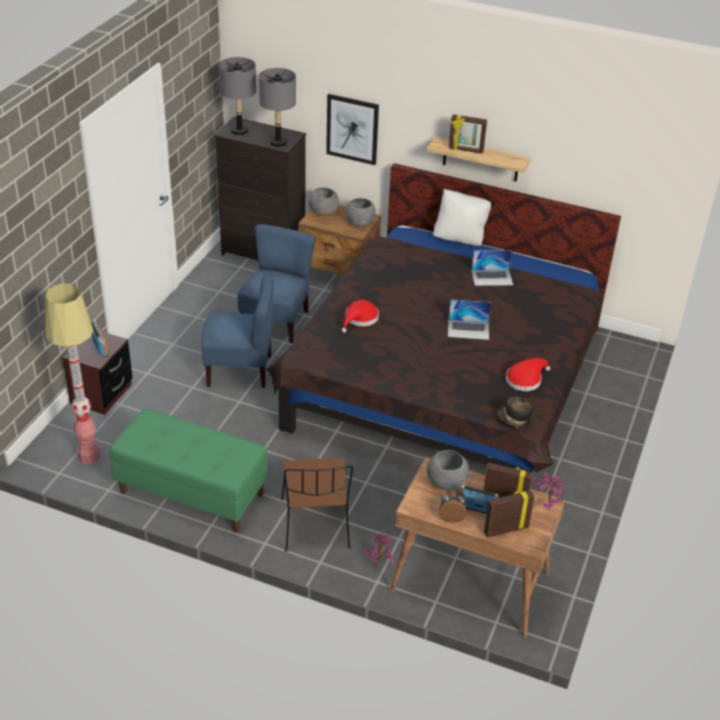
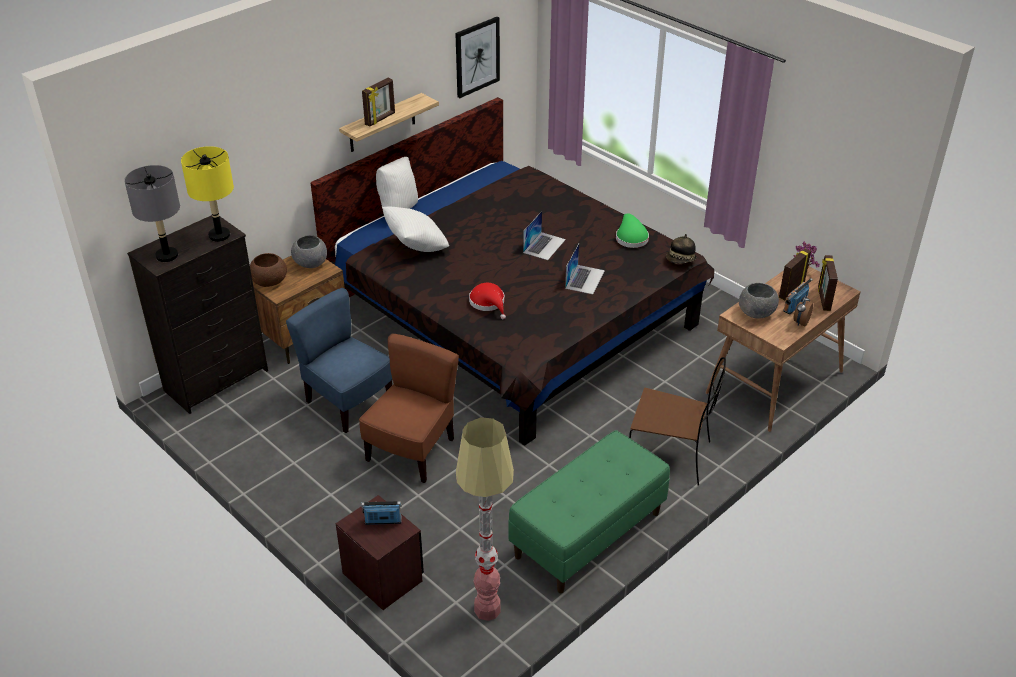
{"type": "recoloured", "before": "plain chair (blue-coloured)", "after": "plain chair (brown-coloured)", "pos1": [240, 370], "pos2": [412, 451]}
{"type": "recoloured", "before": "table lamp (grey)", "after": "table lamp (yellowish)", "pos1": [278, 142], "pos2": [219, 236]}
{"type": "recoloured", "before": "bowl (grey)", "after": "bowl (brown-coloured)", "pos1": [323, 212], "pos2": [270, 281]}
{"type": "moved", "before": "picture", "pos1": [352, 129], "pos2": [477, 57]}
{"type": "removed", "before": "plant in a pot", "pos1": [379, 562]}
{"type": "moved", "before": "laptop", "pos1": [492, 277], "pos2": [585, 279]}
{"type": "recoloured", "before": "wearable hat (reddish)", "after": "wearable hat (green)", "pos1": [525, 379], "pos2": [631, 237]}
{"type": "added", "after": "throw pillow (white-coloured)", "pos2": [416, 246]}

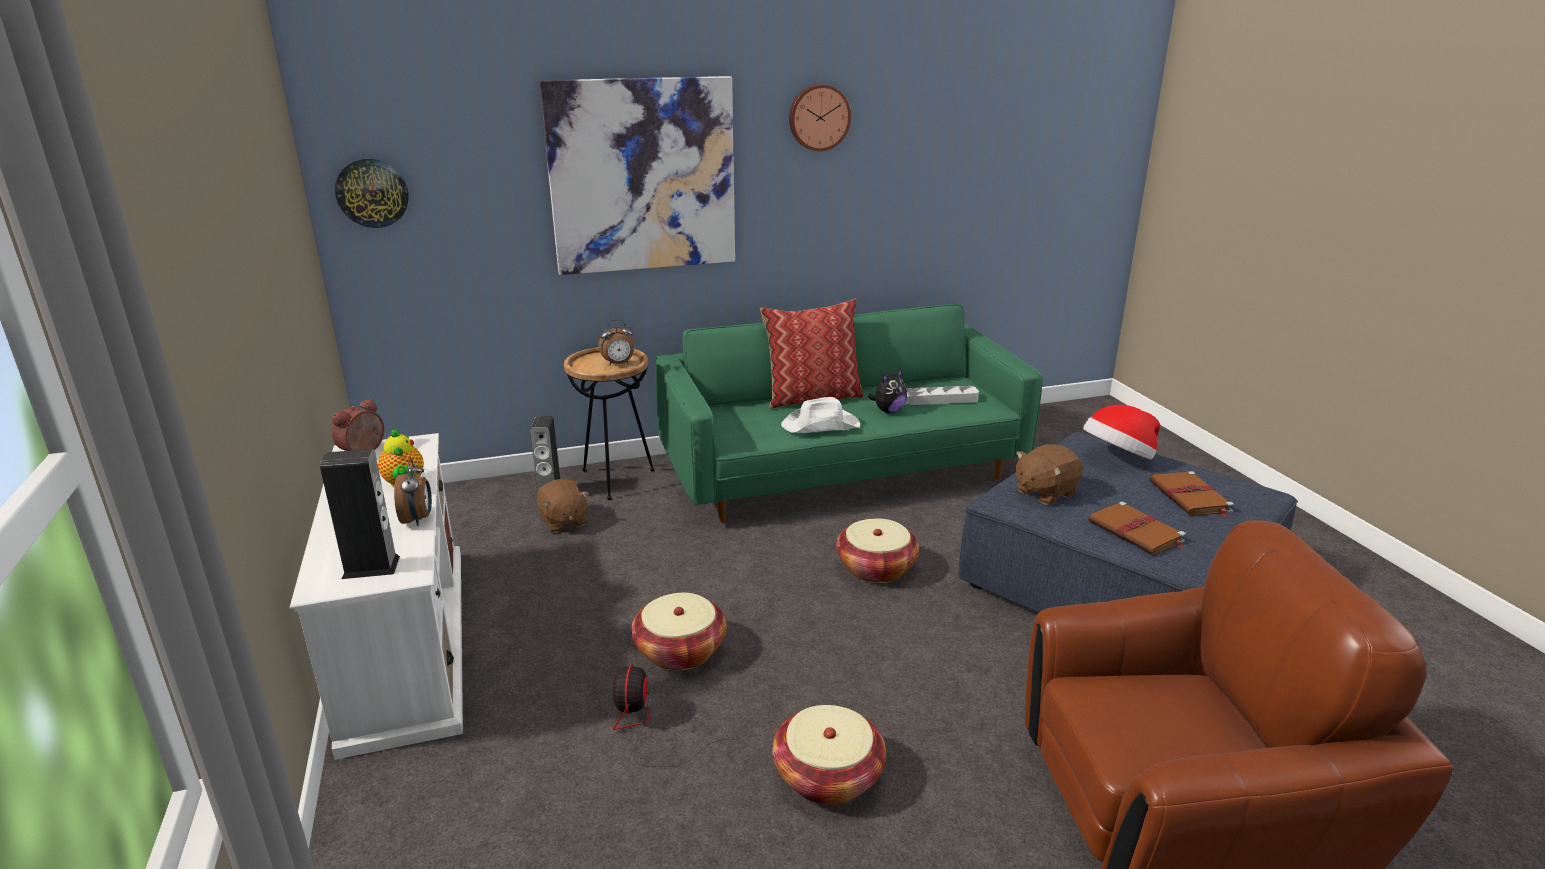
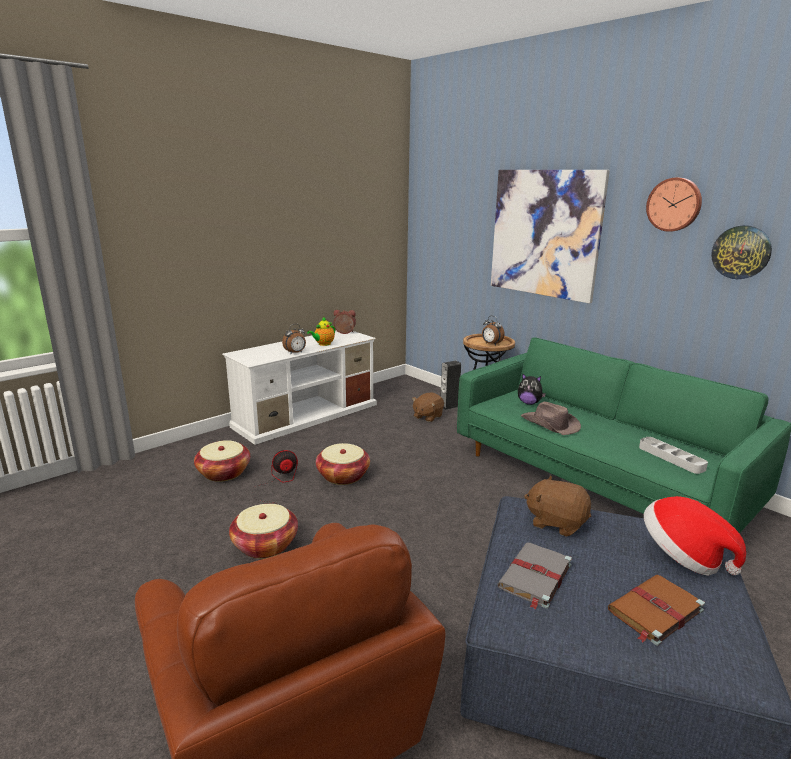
{"type": "removed", "before": "loudspeaker", "pos1": [371, 567]}
{"type": "moved", "before": "hanging clock", "pos1": [372, 193], "pos2": [741, 252]}
{"type": "removed", "before": "throw pillow", "pos1": [812, 397]}
{"type": "recoloured", "before": "wearable hat (white-coloured)", "after": "wearable hat (brown-coloured)", "pos1": [821, 426], "pos2": [550, 424]}
{"type": "moved", "before": "storage basket", "pos1": [876, 568], "pos2": [224, 473]}
{"type": "moved", "before": "plush toy", "pos1": [888, 411], "pos2": [529, 403]}
{"type": "recoloured", "before": "book (brown-coloured)", "after": "book (grey)", "pos1": [1136, 532], "pos2": [534, 577]}

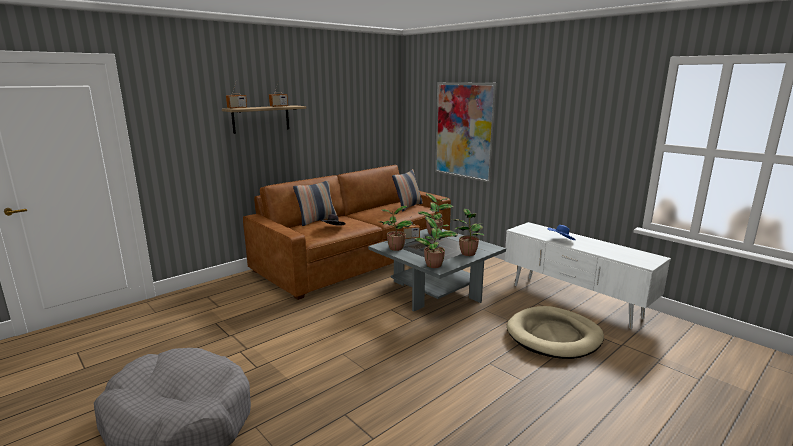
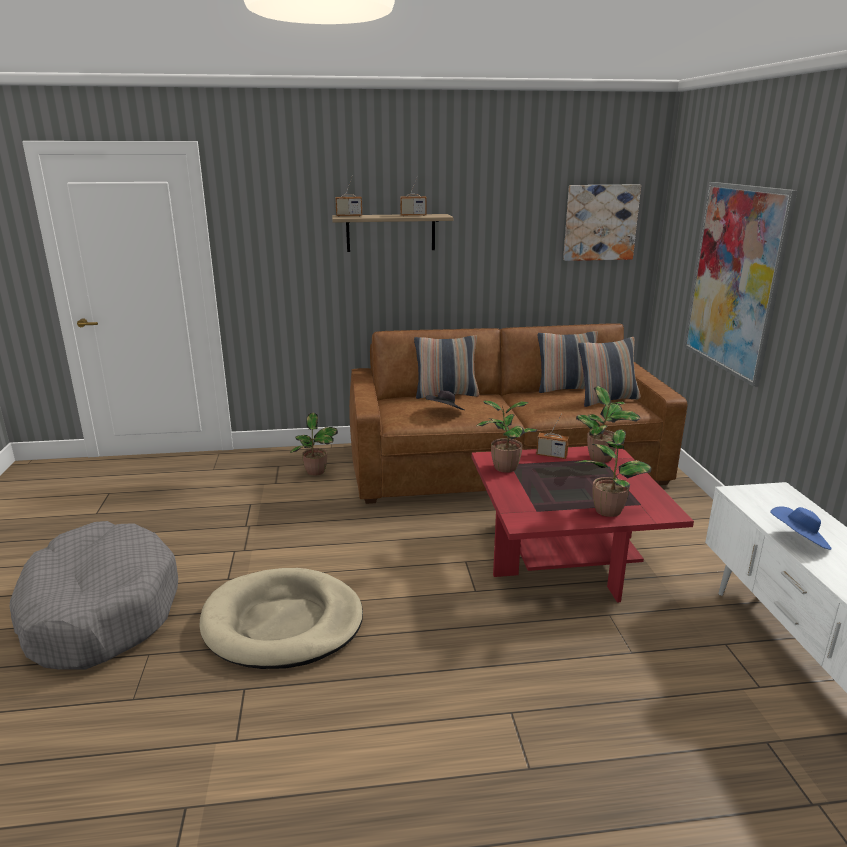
{"type": "recoloured", "before": "low table (grey)", "after": "low table (reddish)", "pos1": [435, 291], "pos2": [565, 555]}
{"type": "moved", "before": "plant in a pot", "pos1": [435, 265], "pos2": [316, 472]}
{"type": "moved", "before": "dog cushion (sand-coloured)", "pos1": [554, 336], "pos2": [283, 623]}
{"type": "added", "after": "throw pillow", "pos2": [566, 389]}
{"type": "added", "after": "picture", "pos2": [600, 222]}

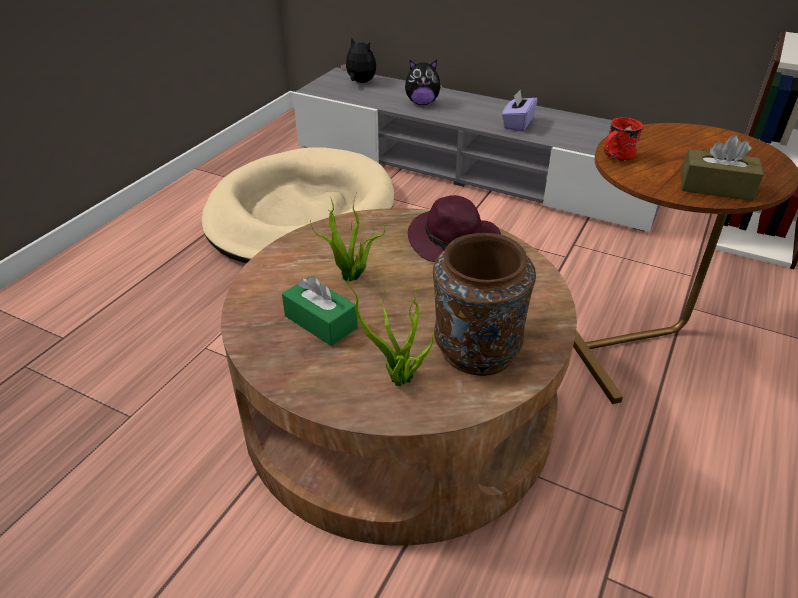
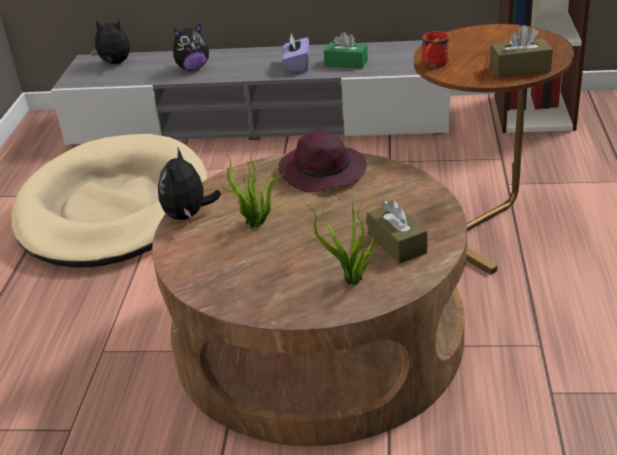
{"type": "moved", "before": "tissue holder (green)", "pos1": [321, 322], "pos2": [346, 63]}
{"type": "replaced", "before": "decorative vase (brown-coloured)", "after": "tissue holder (brown-coloured)", "pos1": [476, 351], "pos2": [397, 243]}
{"type": "added", "after": "plush toy", "pos2": [188, 215]}

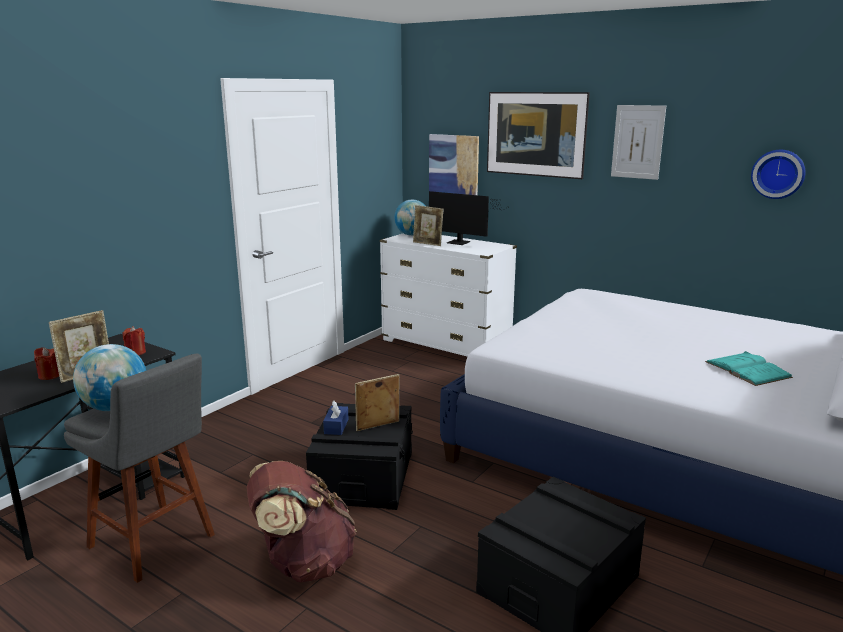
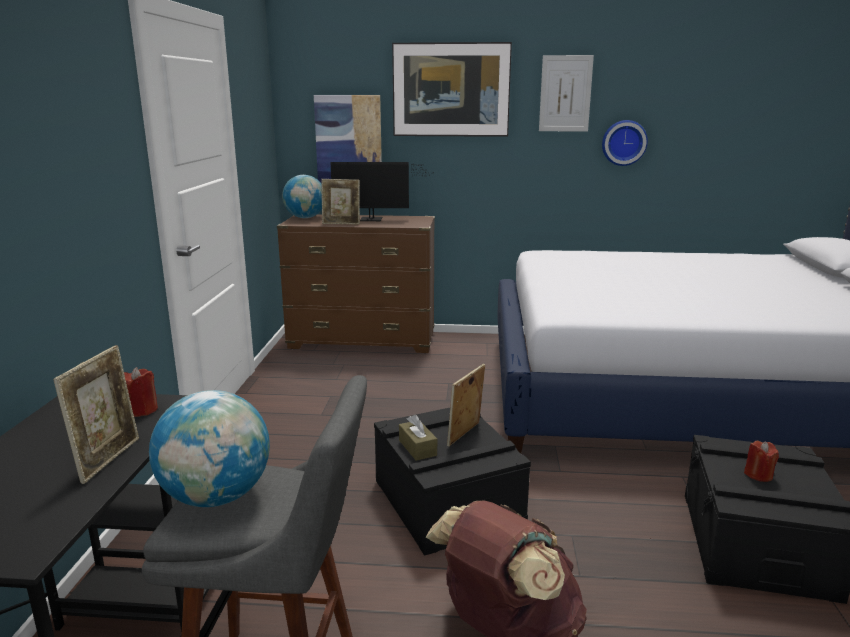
{"type": "moved", "before": "wax candle (reddish)", "pos1": [50, 375], "pos2": [758, 474]}
{"type": "recoloured", "before": "tissue holder (blue-coloured)", "after": "tissue holder (brown-coloured)", "pos1": [336, 426], "pos2": [417, 448]}
{"type": "recoloured", "before": "chest of drawers (white-coloured)", "after": "chest of drawers (brown-coloured)", "pos1": [446, 345], "pos2": [363, 341]}
{"type": "removed", "before": "book (turquoise)", "pos1": [747, 369]}
{"type": "moved", "before": "hanging clock", "pos1": [778, 174], "pos2": [623, 142]}

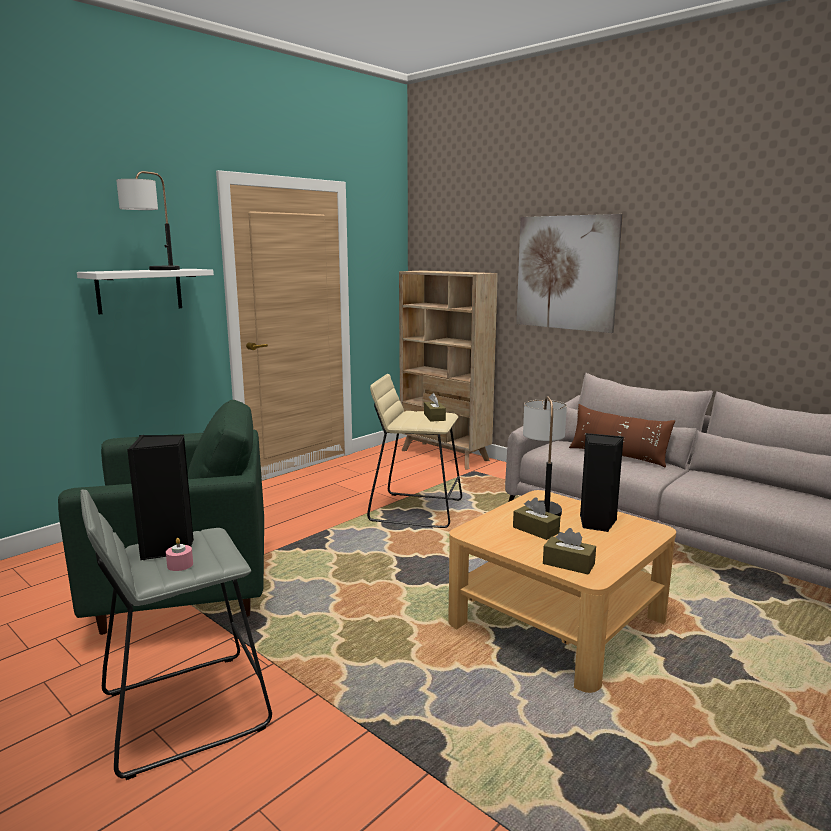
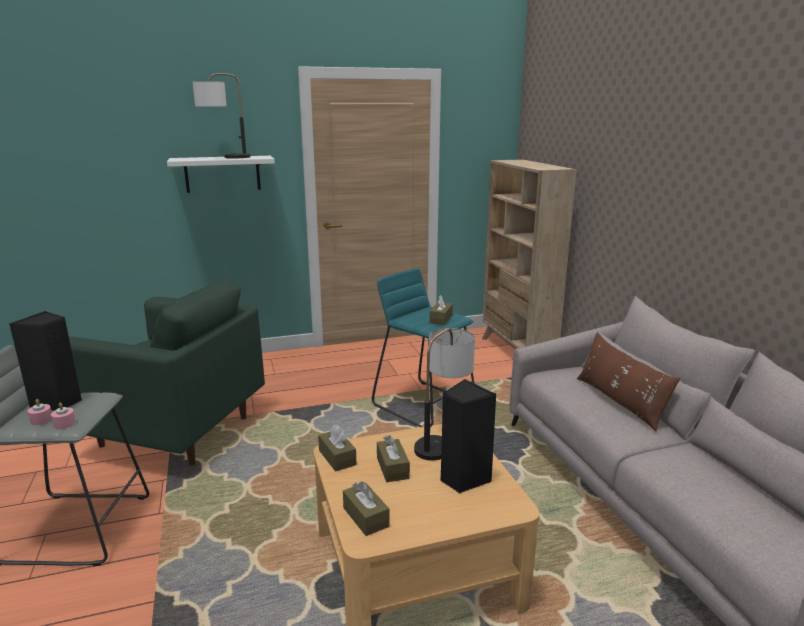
{"type": "recoloured", "before": "stool seat (sand-coloured)", "after": "stool seat (turquoise)", "pos1": [416, 510], "pos2": [424, 404]}
{"type": "removed", "before": "picture", "pos1": [566, 273]}
{"type": "added", "after": "wax candle (pink-coloured)", "pos2": [64, 423]}
{"type": "added", "after": "tissue holder (brown-coloured)", "pos2": [337, 457]}

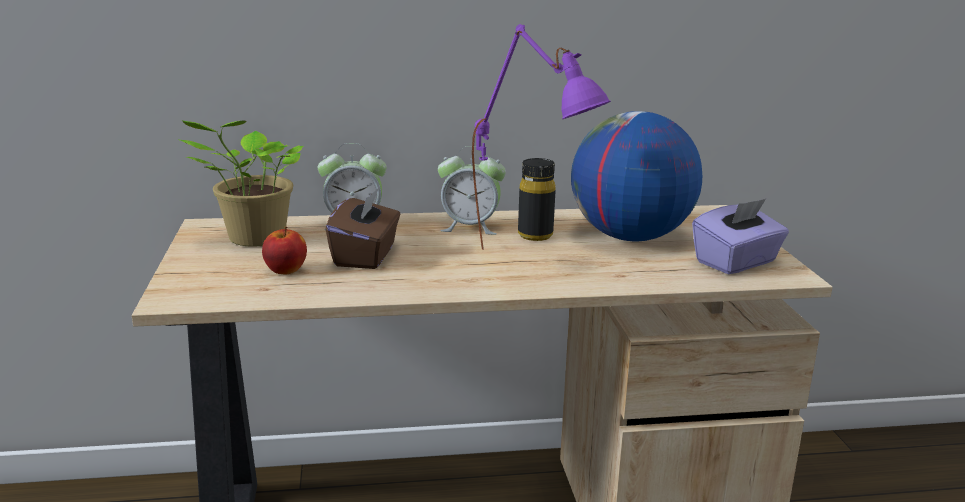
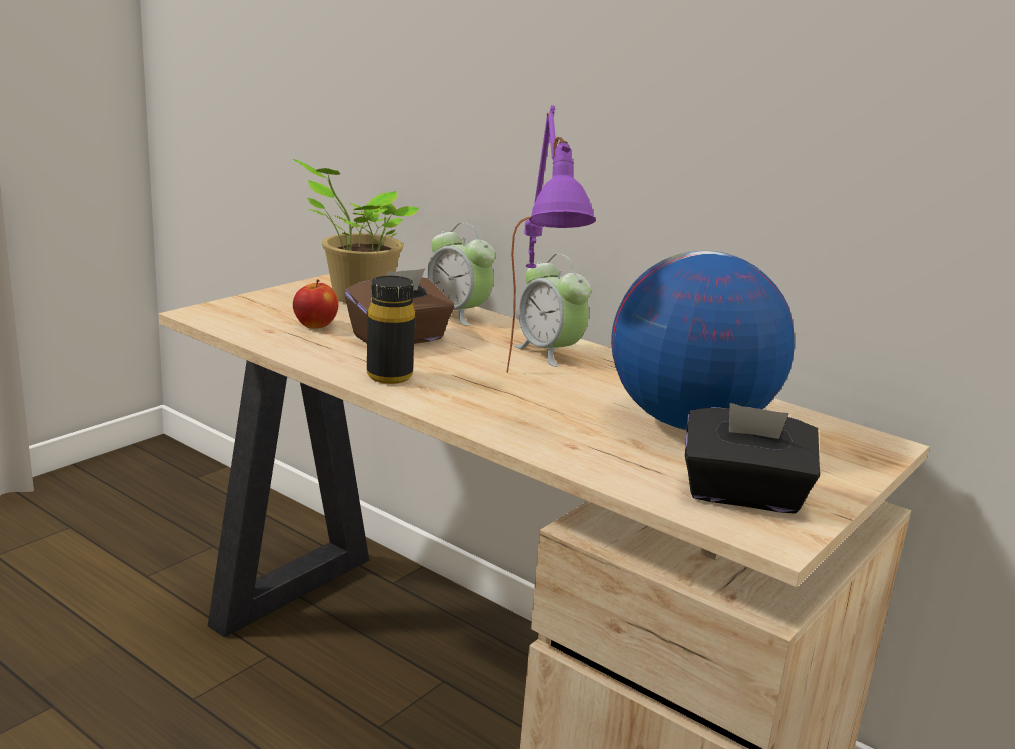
{"type": "moved", "before": "beverage bottle (black)", "pos1": [535, 235], "pos2": [389, 376]}
{"type": "recoloured", "before": "tissue holder (purple-coloured)", "after": "tissue holder (black)", "pos1": [736, 262], "pos2": [743, 495]}

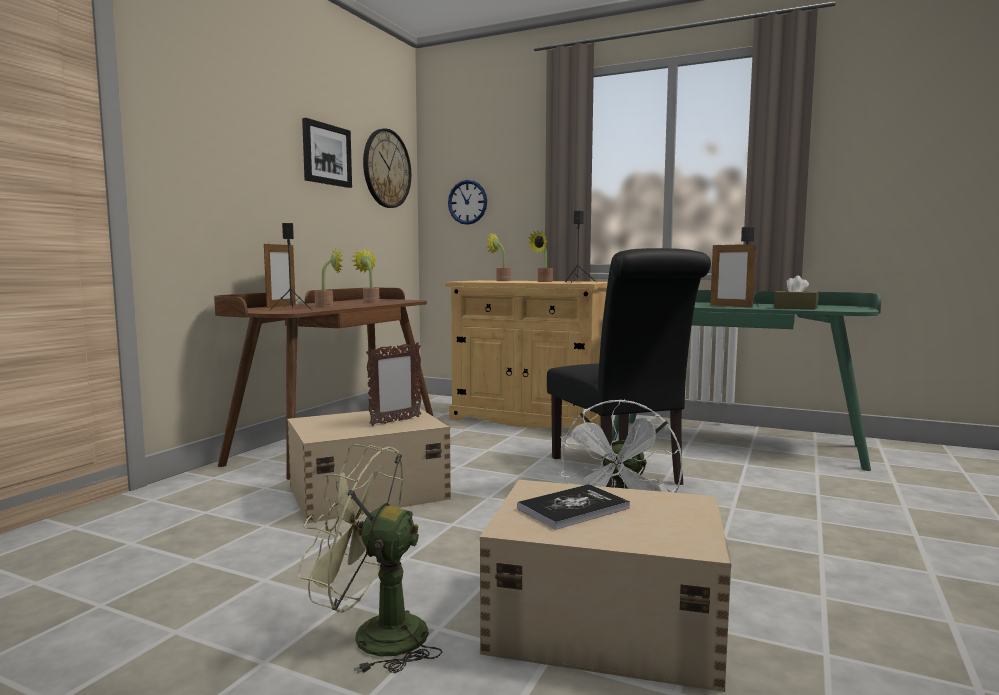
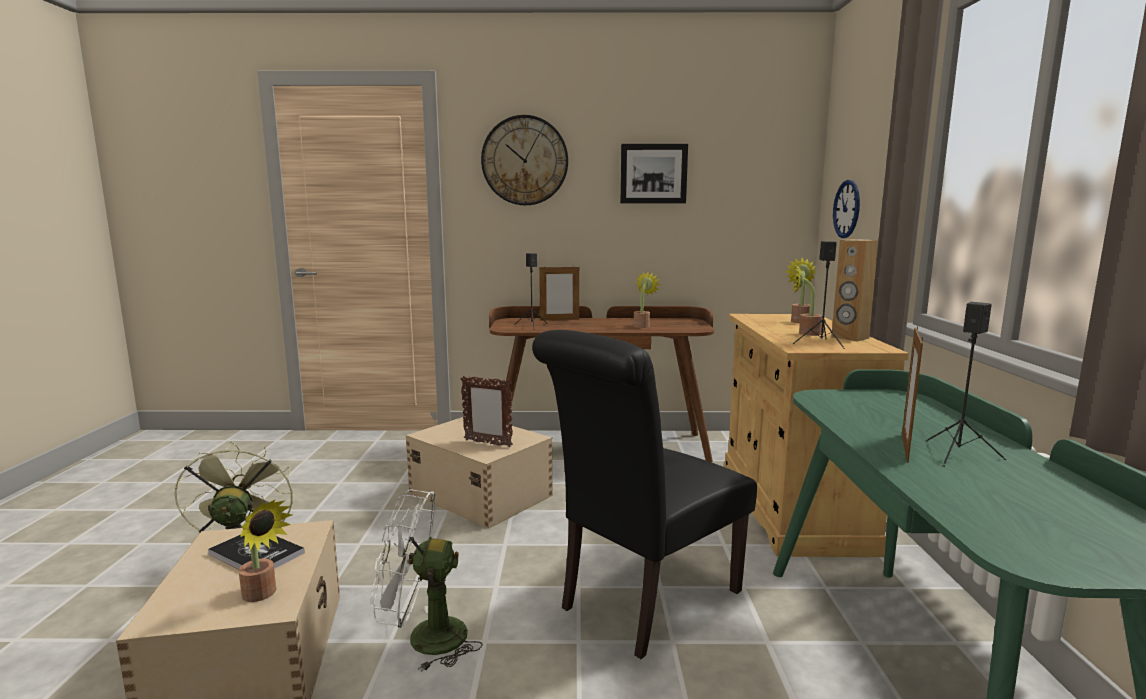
{"type": "moved", "before": "plant in a pot", "pos1": [328, 306], "pos2": [263, 595]}
{"type": "moved", "before": "hanging clock", "pos1": [386, 169], "pos2": [525, 161]}
{"type": "removed", "before": "tissue holder (brown-coloured)", "pos1": [795, 308]}
{"type": "added", "after": "loudspeaker (brown-coloured)", "pos2": [849, 337]}

